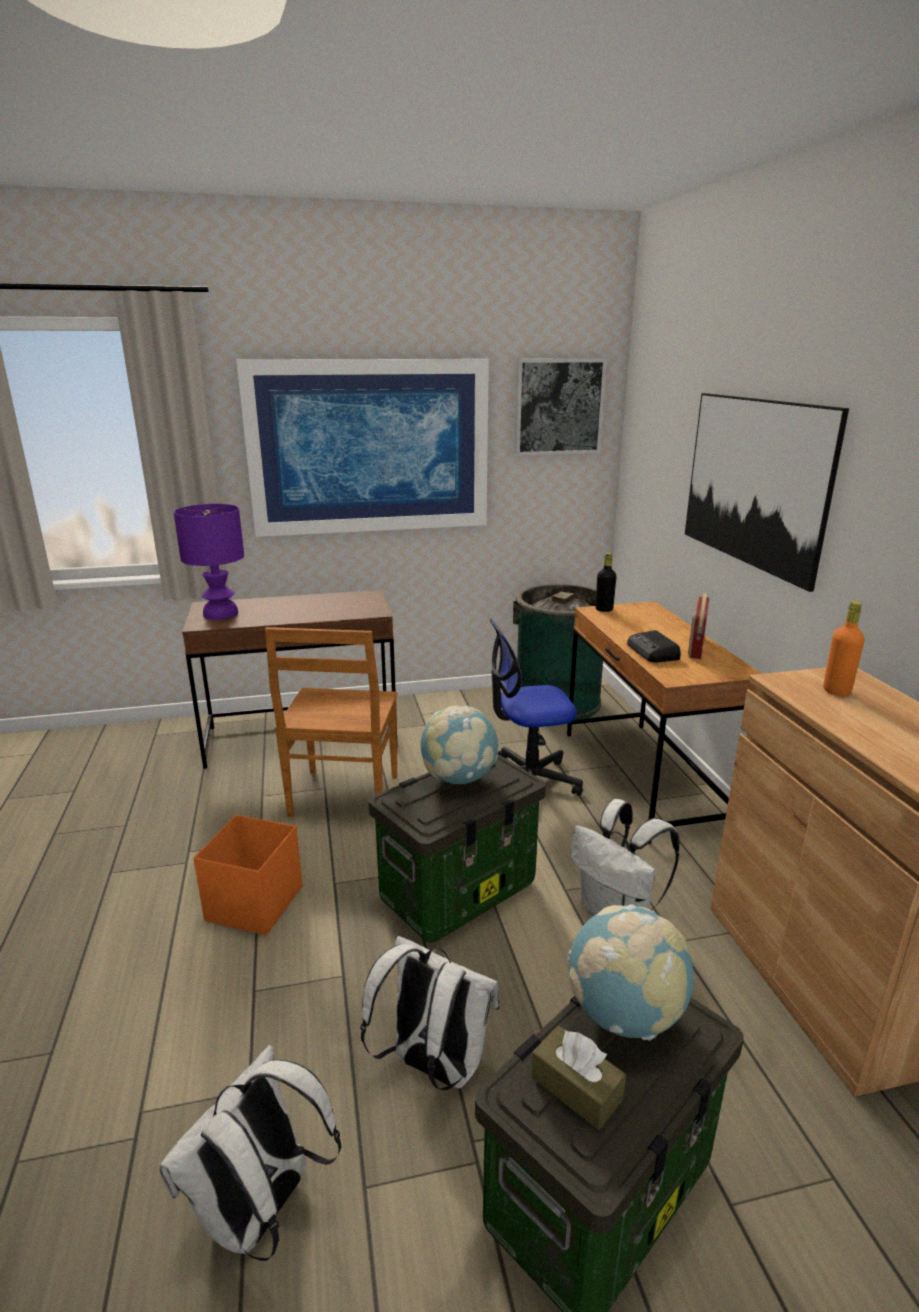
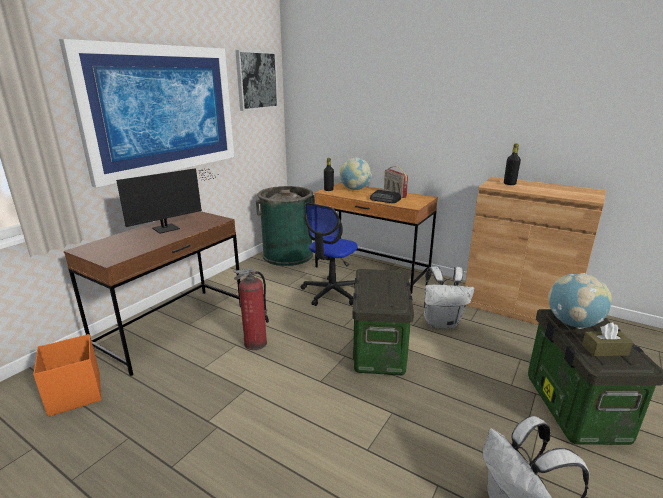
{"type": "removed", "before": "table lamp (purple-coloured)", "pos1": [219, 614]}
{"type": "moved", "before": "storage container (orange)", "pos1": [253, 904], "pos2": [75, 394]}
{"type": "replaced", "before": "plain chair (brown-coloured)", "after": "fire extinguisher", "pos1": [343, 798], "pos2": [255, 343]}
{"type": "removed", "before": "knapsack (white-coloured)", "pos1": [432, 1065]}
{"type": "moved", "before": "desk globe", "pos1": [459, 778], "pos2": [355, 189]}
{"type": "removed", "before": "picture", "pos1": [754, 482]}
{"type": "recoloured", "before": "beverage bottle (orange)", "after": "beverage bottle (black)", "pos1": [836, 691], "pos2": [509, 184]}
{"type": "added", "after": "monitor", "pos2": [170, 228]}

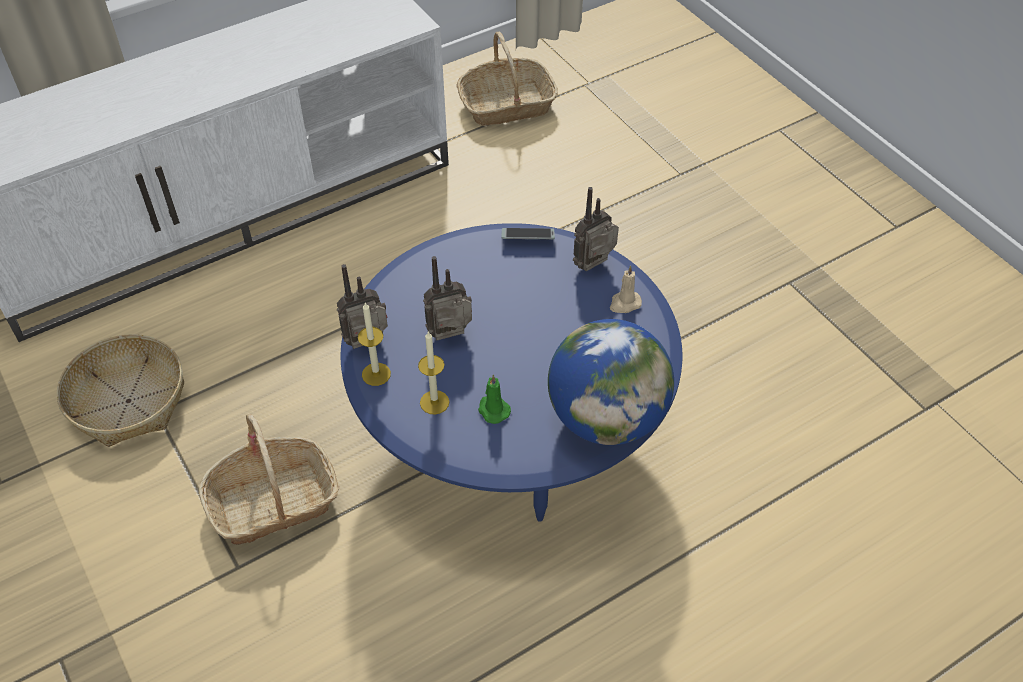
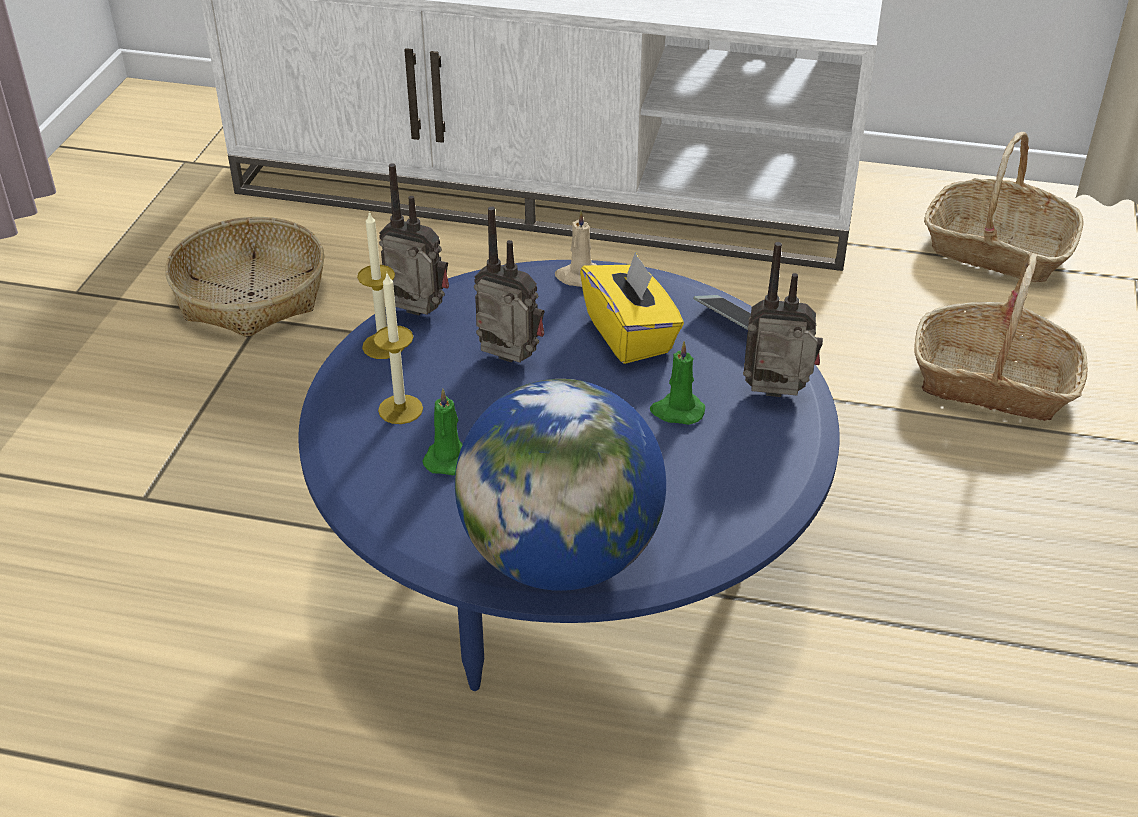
{"type": "moved", "before": "storage basket", "pos1": [274, 502], "pos2": [993, 382]}
{"type": "moved", "before": "wax candle (sand-coloured)", "pos1": [624, 303], "pos2": [578, 277]}
{"type": "added", "after": "tissue holder (yellowish)", "pos2": [630, 335]}
{"type": "added", "after": "wax candle (green)", "pos2": [677, 411]}

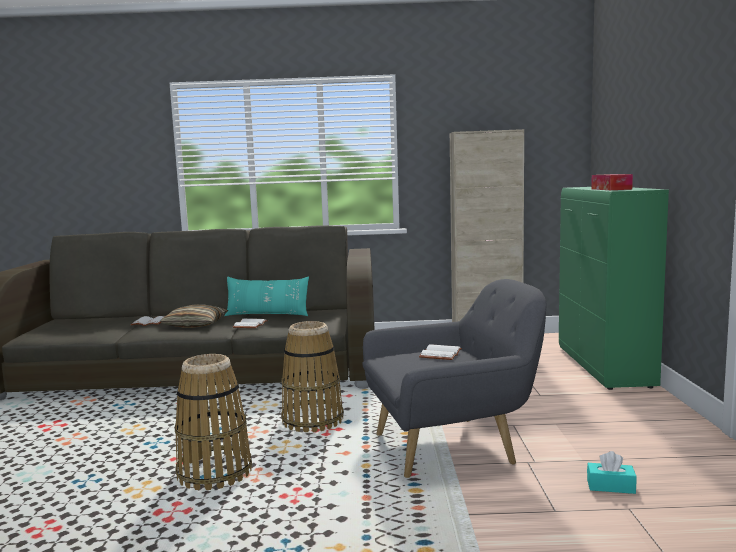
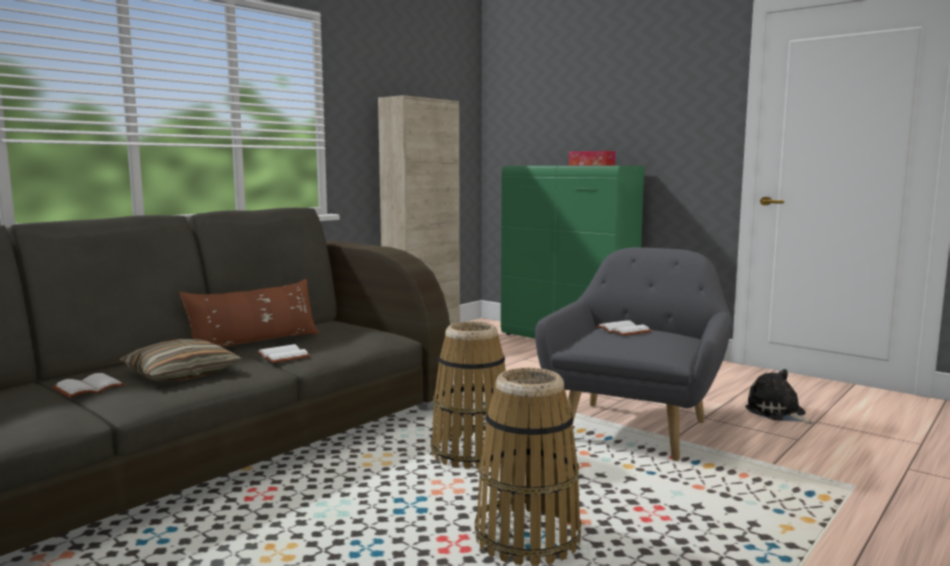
{"type": "recoloured", "before": "throw pillow (turquoise)", "after": "throw pillow (brown-coloured)", "pos1": [267, 315], "pos2": [254, 343]}
{"type": "replaced", "before": "tissue holder (turquoise)", "after": "plush toy", "pos1": [610, 486], "pos2": [777, 413]}

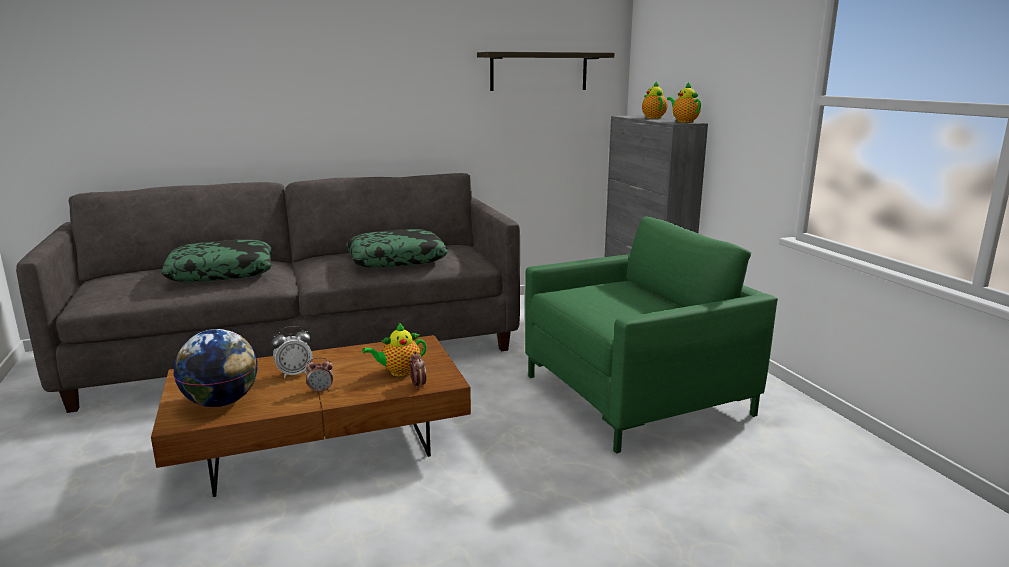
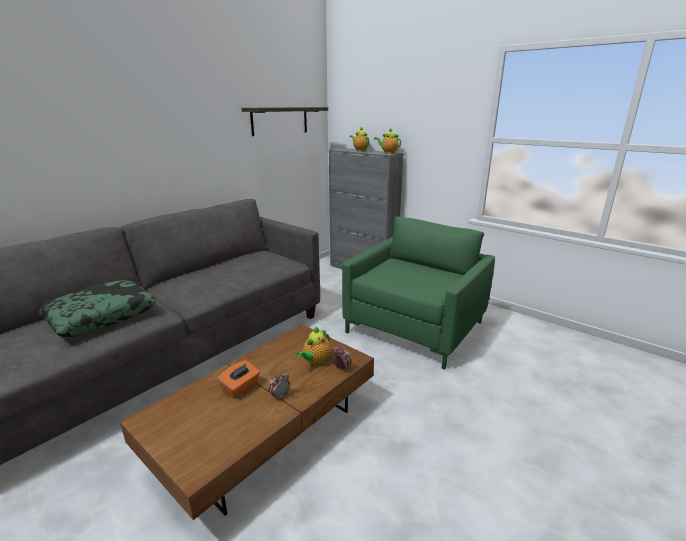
{"type": "removed", "before": "desk globe", "pos1": [221, 402]}
{"type": "replaced", "before": "bedside clock", "after": "tissue holder (orange)", "pos1": [294, 374], "pos2": [241, 388]}
{"type": "removed", "before": "throw pillow", "pos1": [397, 259]}

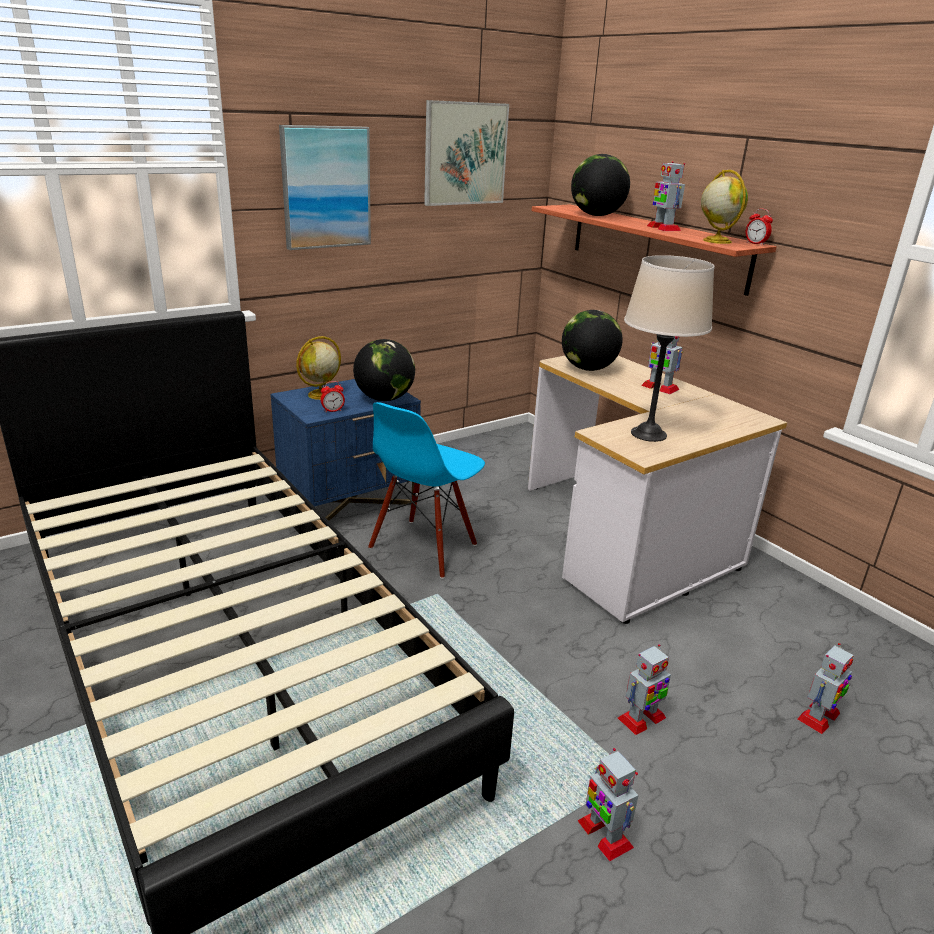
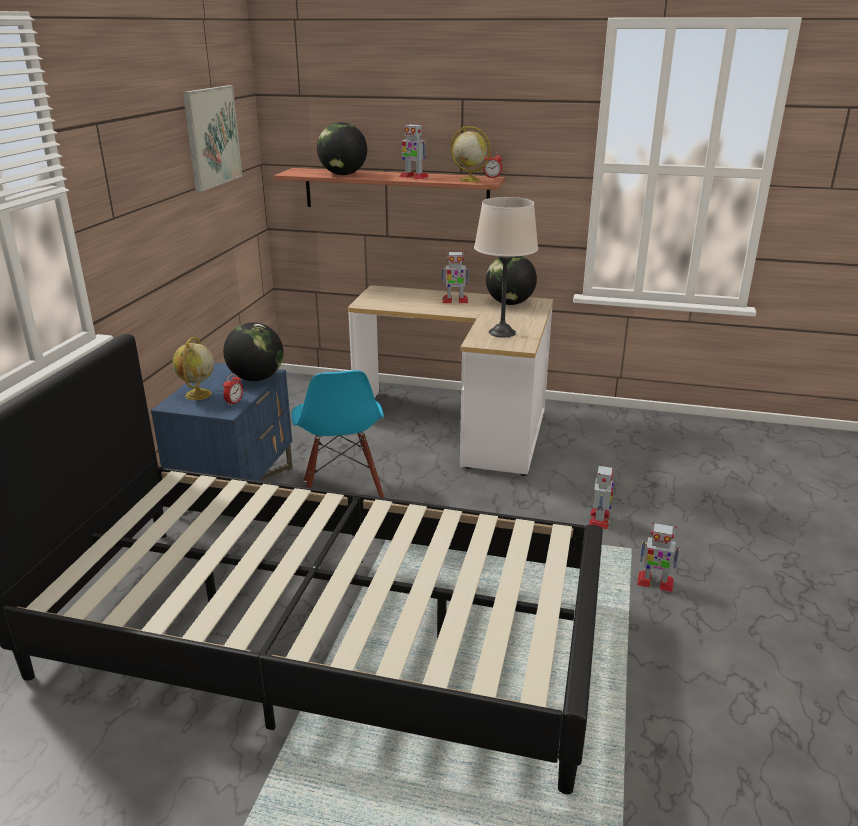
{"type": "removed", "before": "picture", "pos1": [326, 187]}
{"type": "moved", "before": "desk globe", "pos1": [588, 369], "pos2": [510, 303]}
{"type": "removed", "before": "robot figure", "pos1": [818, 717]}

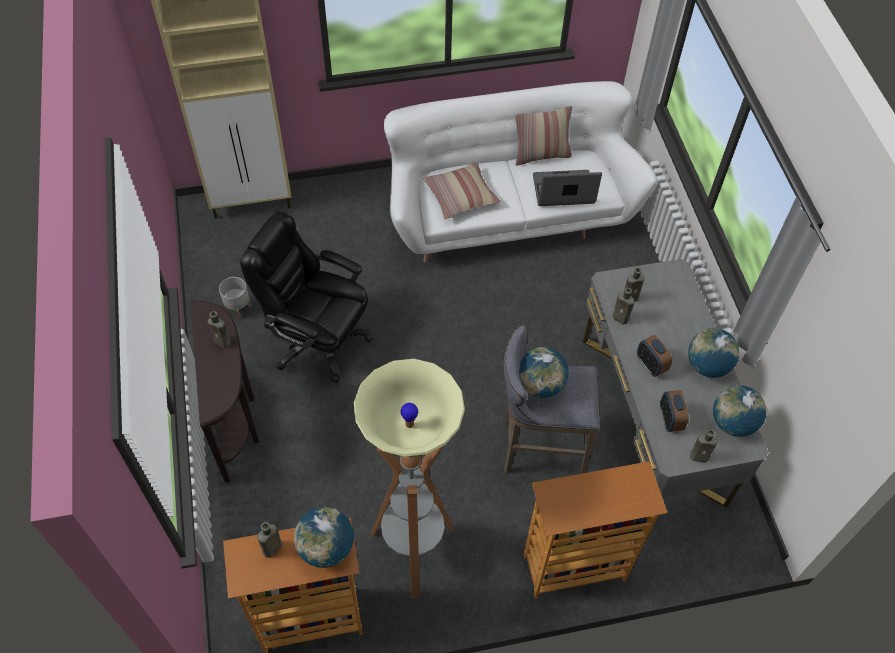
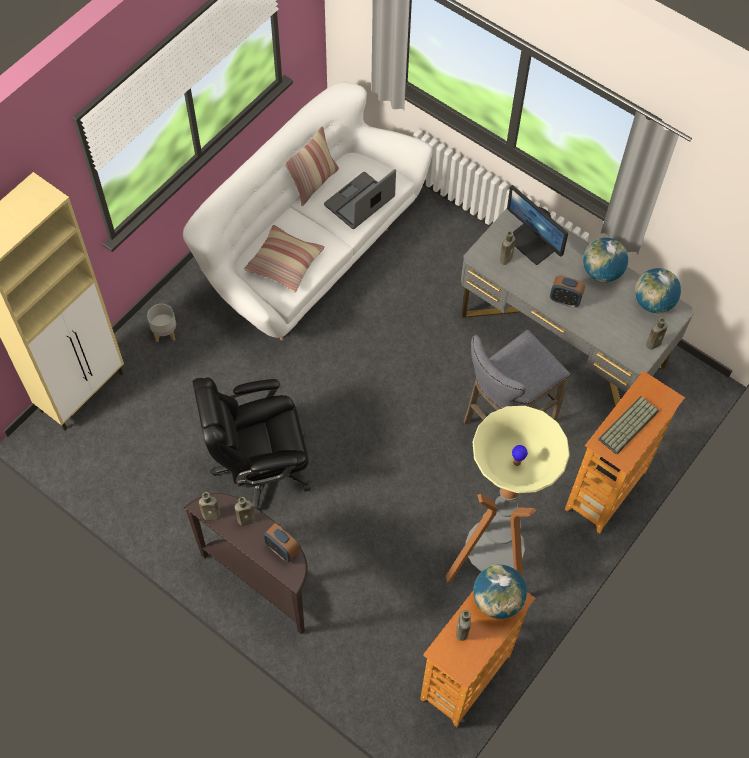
{"type": "moved", "before": "plant pot (grey)", "pos1": [238, 308], "pos2": [165, 332]}
{"type": "removed", "before": "desk globe", "pos1": [540, 385]}
{"type": "moved", "before": "beverage bottle (brown-coloured)", "pos1": [621, 319], "pos2": [213, 515]}
{"type": "moved", "before": "bedside clock", "pos1": [670, 419], "pos2": [282, 549]}
{"type": "added", "after": "monitor", "pos2": [532, 243]}
{"type": "added", "after": "computer keyboard", "pos2": [629, 426]}

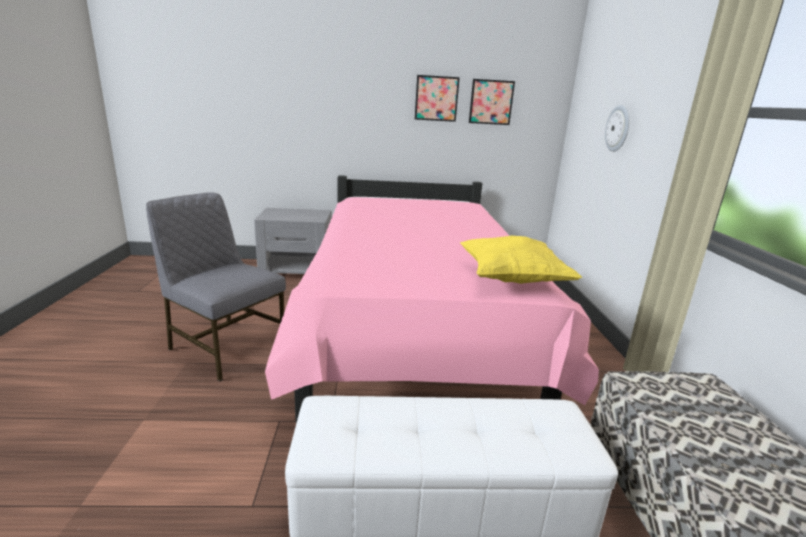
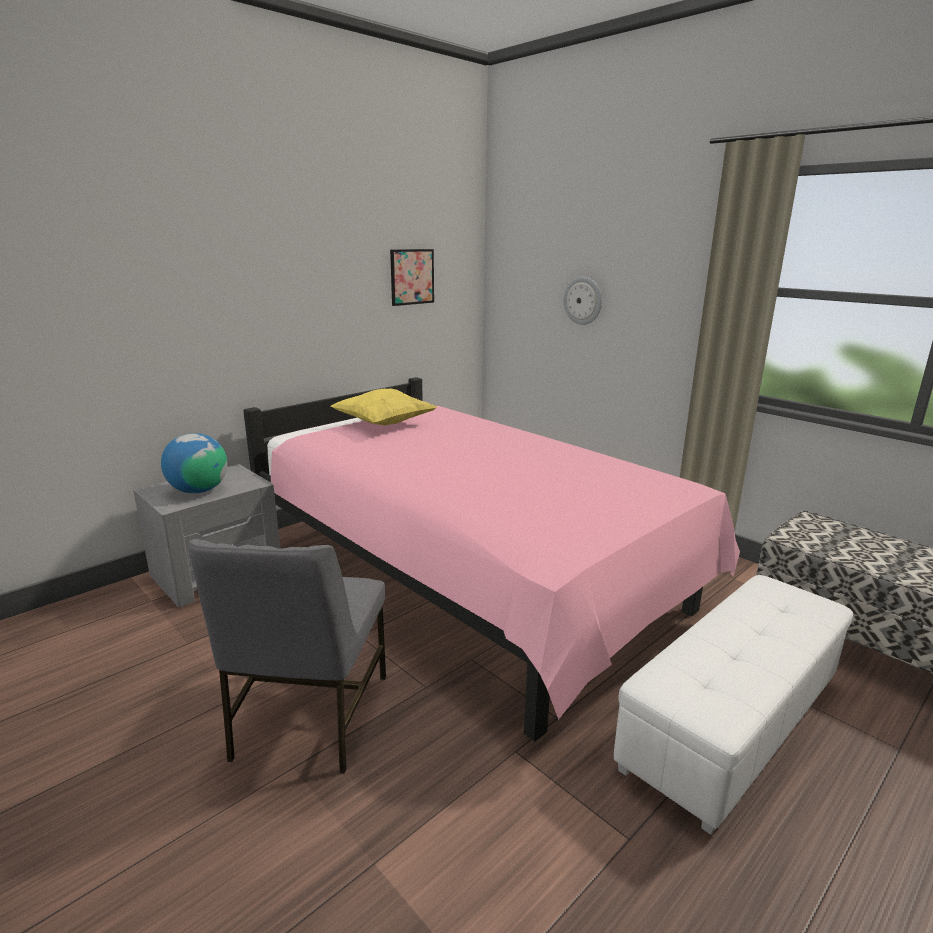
{"type": "turned", "before": "plain chair (grey)", "pos1": [225, 347], "pos2": [308, 717], "turn": -75}
{"type": "removed", "before": "picture", "pos1": [436, 98]}
{"type": "moved", "before": "throw pillow (yellowish)", "pos1": [512, 279], "pos2": [384, 424]}
{"type": "added", "after": "desk globe", "pos2": [198, 490]}

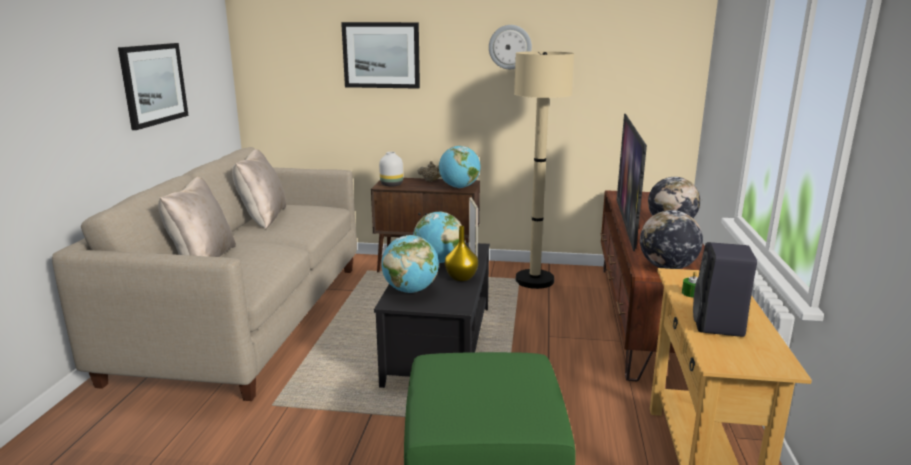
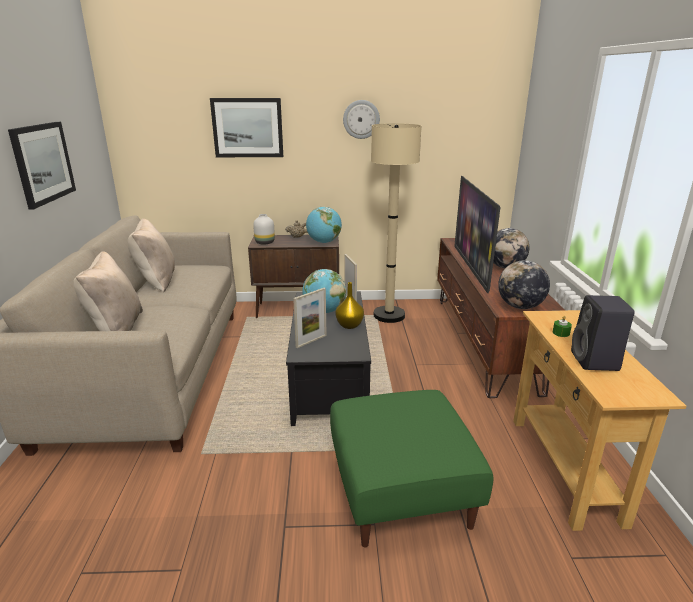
{"type": "replaced", "before": "desk globe", "after": "photo frame", "pos1": [410, 290], "pos2": [311, 341]}

